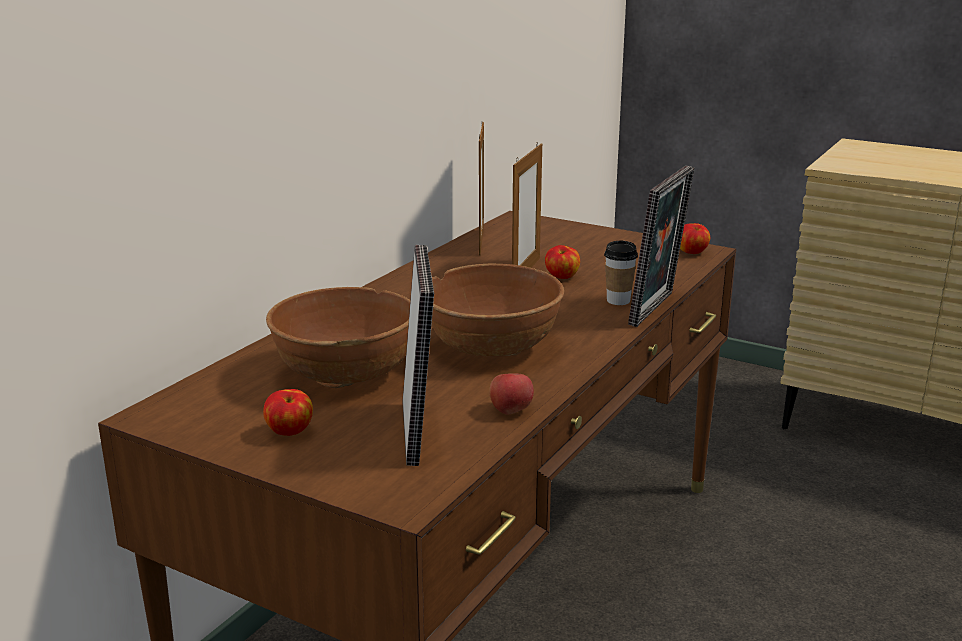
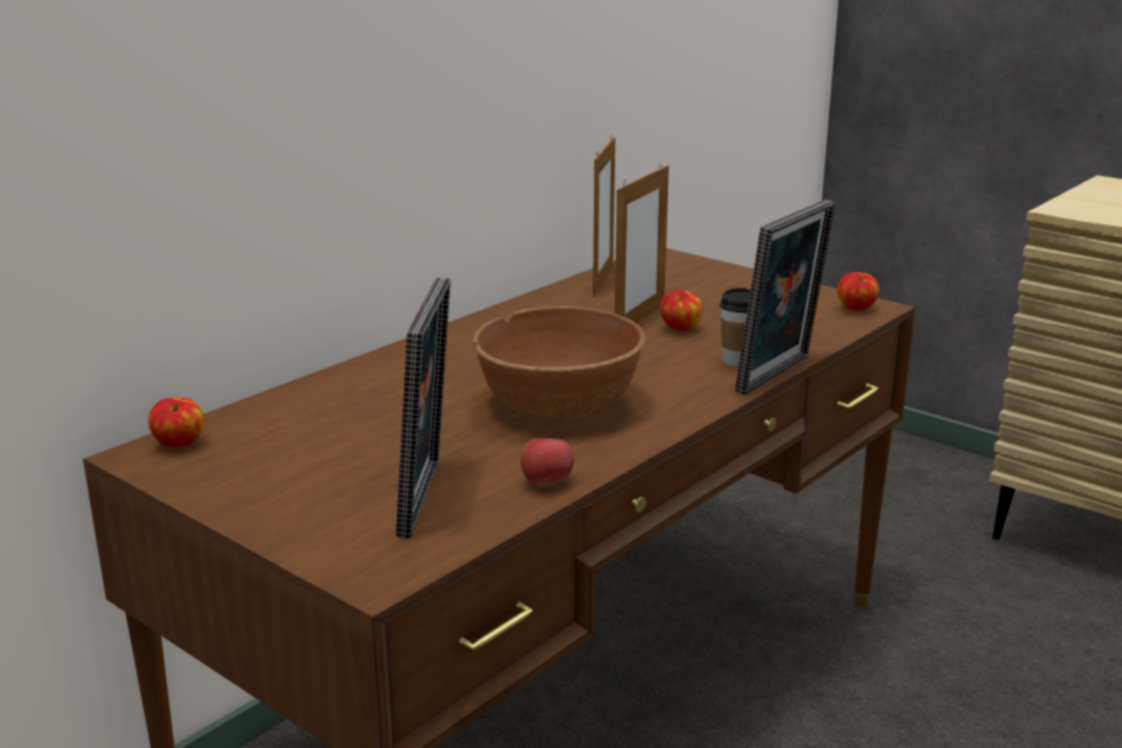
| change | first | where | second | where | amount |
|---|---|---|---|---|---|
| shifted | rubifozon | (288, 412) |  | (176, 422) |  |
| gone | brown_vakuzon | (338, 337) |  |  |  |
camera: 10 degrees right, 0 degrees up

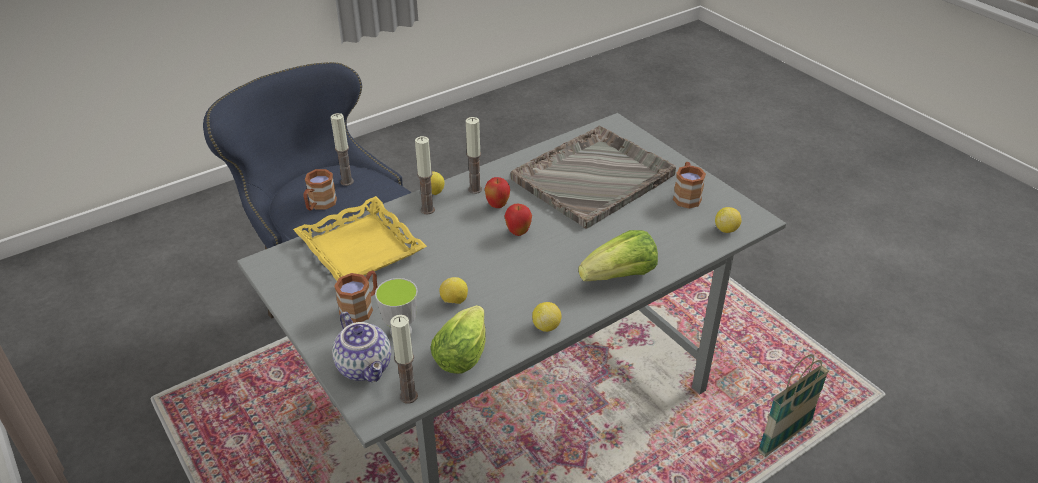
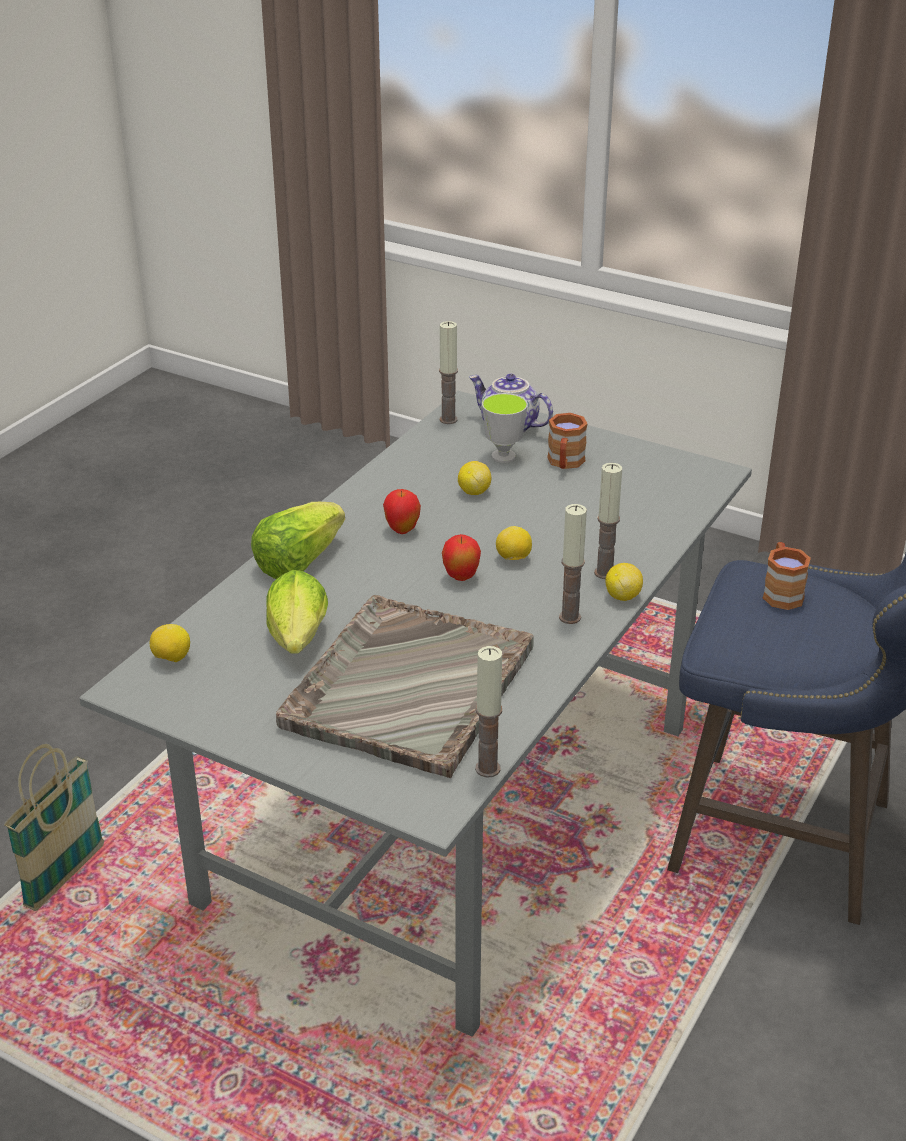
| change | first | where | second | where | amount |
|---|---|---|---|---|---|
| gone | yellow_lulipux | (360, 238) |  |  |  |
| shifted | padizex | (342, 149) |  | (488, 712) |  |
| shifted | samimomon | (458, 339) |  | (297, 612) |  |
| shifted | rubifozon | (497, 192) |  | (402, 511) |  |
| shifted | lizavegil | (547, 317) |  | (514, 543) |  |
| gone | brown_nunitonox | (689, 185) |  |  |  |
camera: 155 degrees right, 5 degrees down

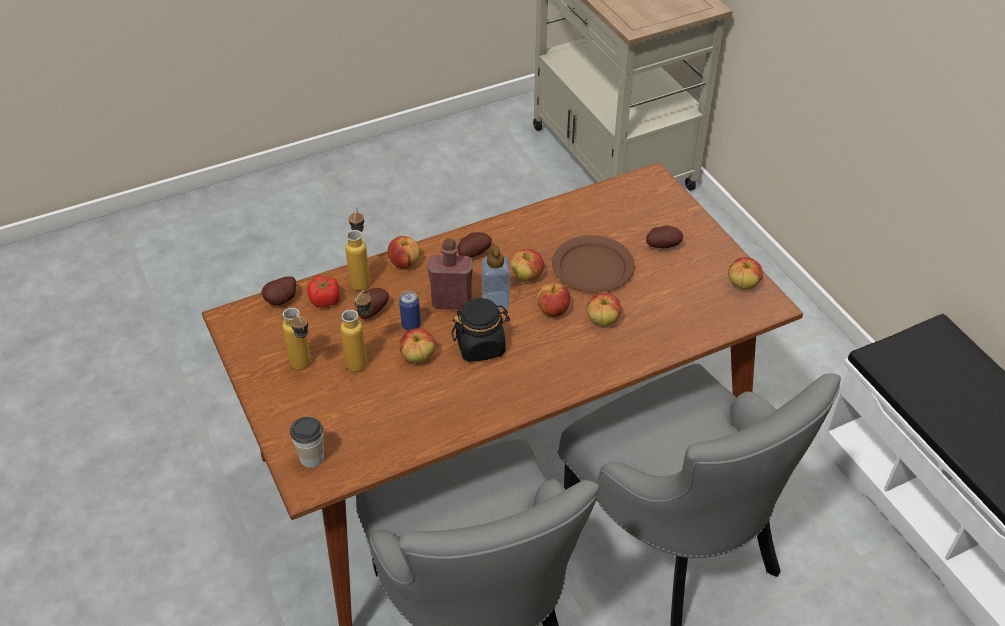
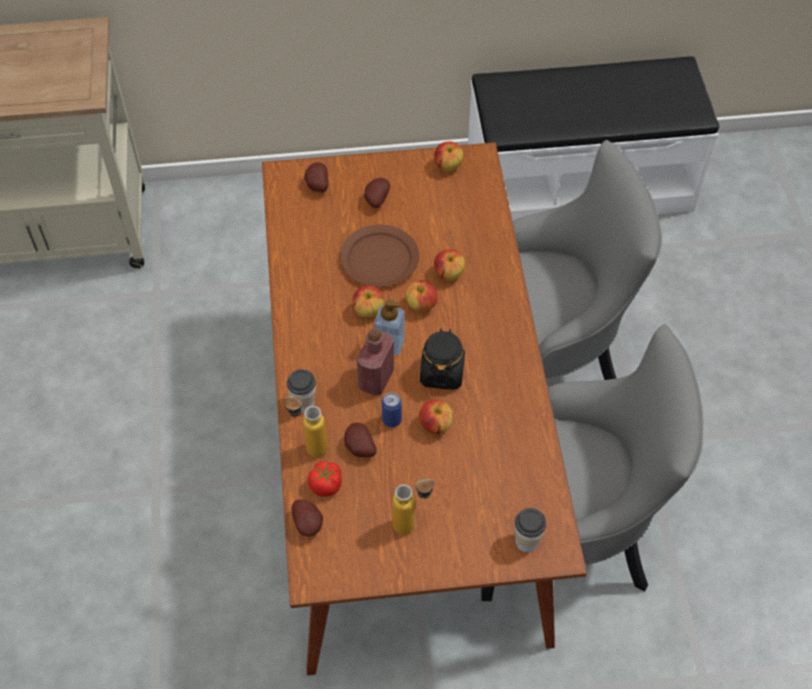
| change | first | where | second | where | amount |
|---|---|---|---|---|---|
| gone | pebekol | (355, 331) |  |  |  |
| swapped | rubifozon | (403, 252) | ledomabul | (301, 391) |  |
| shifted | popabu | (475, 245) |  | (316, 177) |  |
camera: 70 degrees left, 10 degrees up

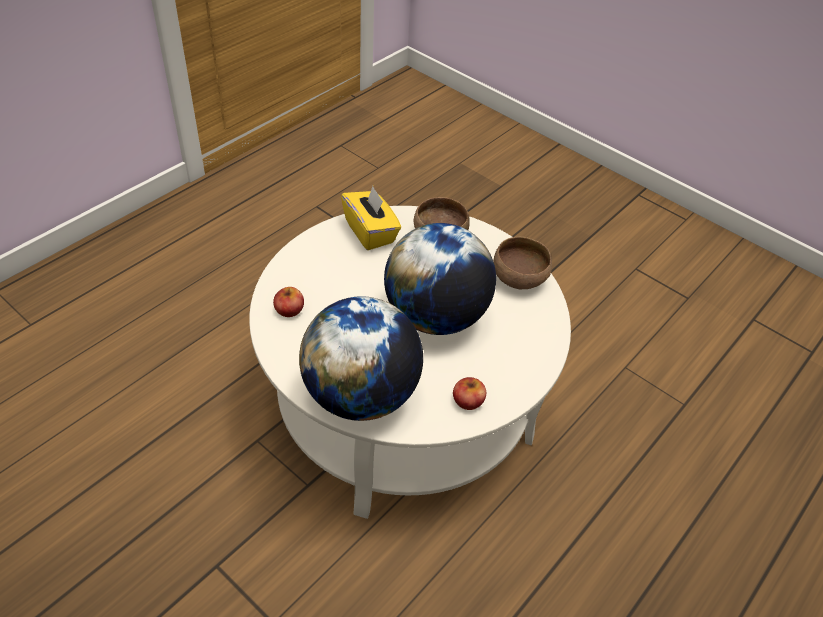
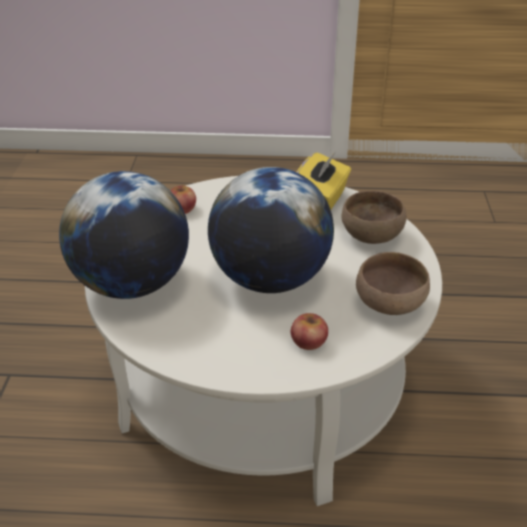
| change | first | where | second | where | amount |
|---|---|---|---|---|---|
| shifted | rubifozon | (469, 393) |  | (309, 331) |  |
camera: 55 degrees right, 10 degrees down

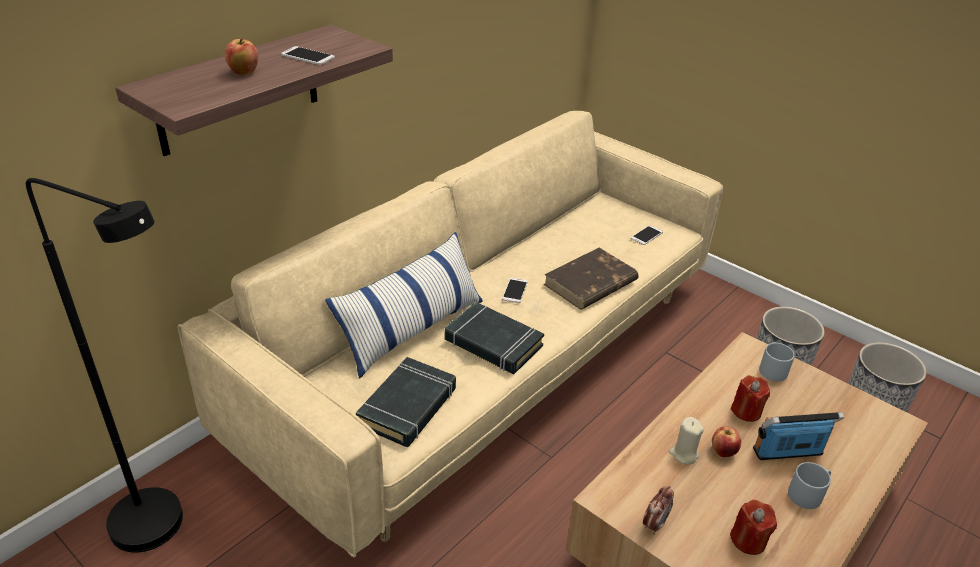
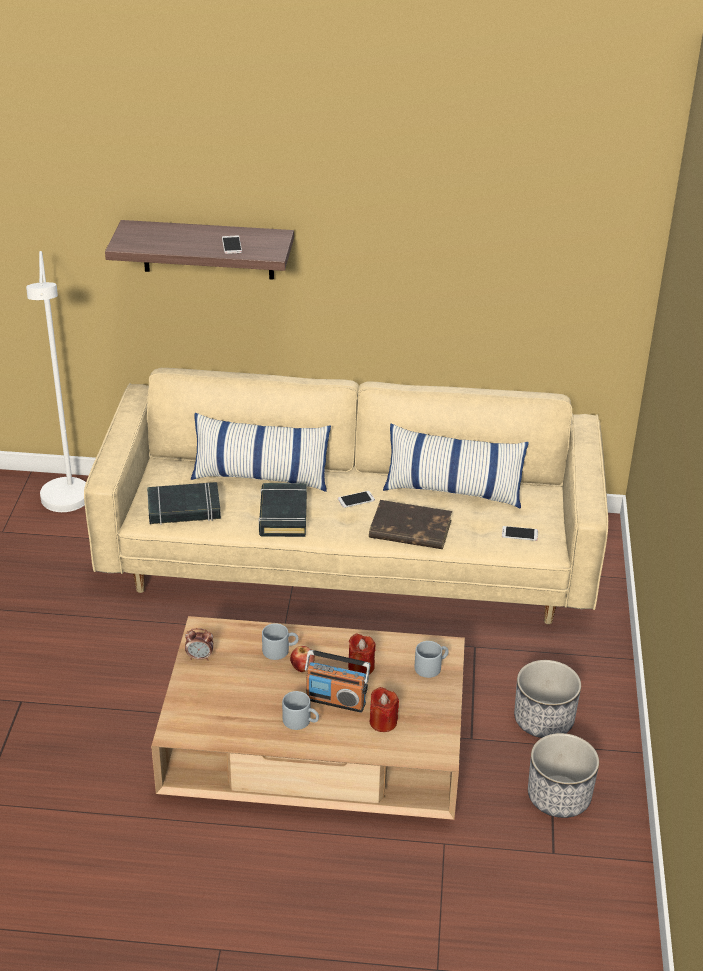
| change | first | where | second | where | amount |
|---|---|---|---|---|---|
| repainted | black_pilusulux | (104, 365) | white_pilusulux | (56, 381) |  |
| gone | rubifozon | (241, 56) |  |  |  |
| swapped | beige_padizex | (686, 440) | grey_nunitonox | (280, 641) |  |
| shifted | red_padizex | (753, 527) |  | (384, 709) |  |
| rotated | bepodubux | (798, 436) |  | (337, 681) | 150 degrees clockwise |
| new |  |  | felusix | (456, 466) |  |
camera: 55 degrees right, 0 degrees up

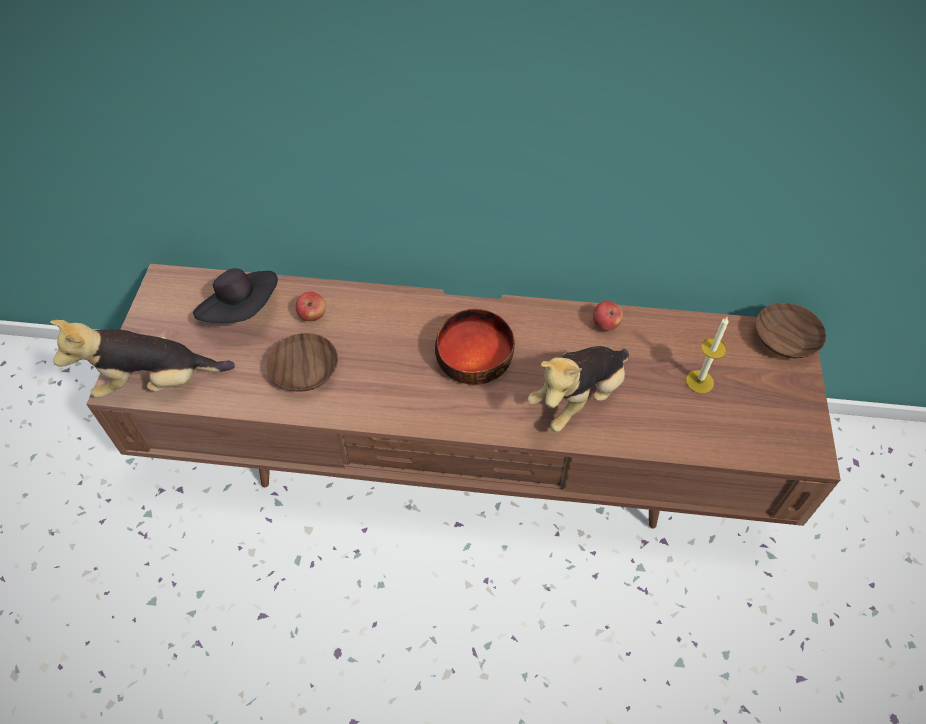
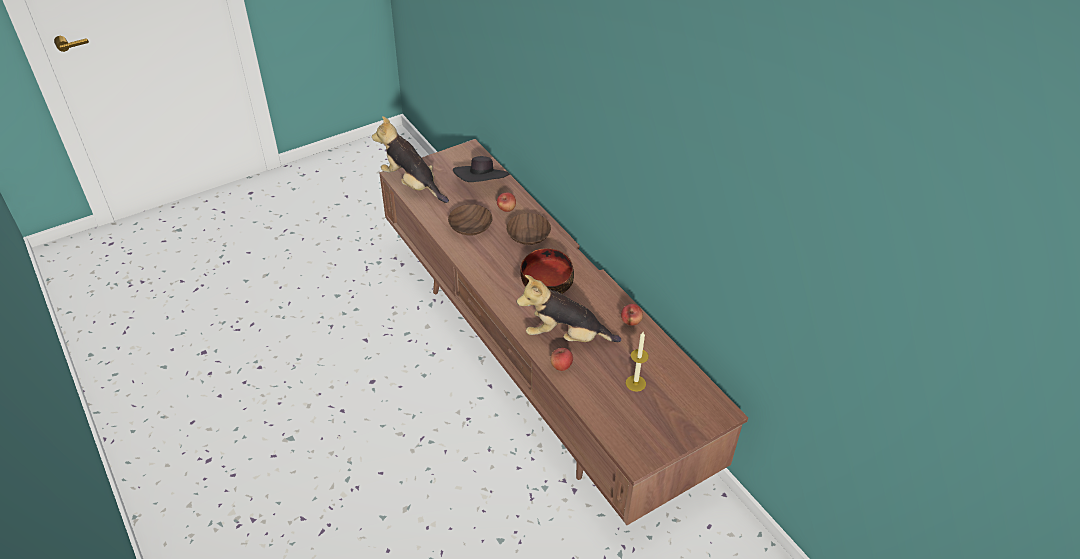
| change | first | where | second | where | amount |
|---|---|---|---|---|---|
| shifted | brown_vakuzon | (791, 331) |  | (528, 229) |  |
| new |  |  | rubifozon | (562, 359) |  |
camera: 50 degrees right, 10 degrees down

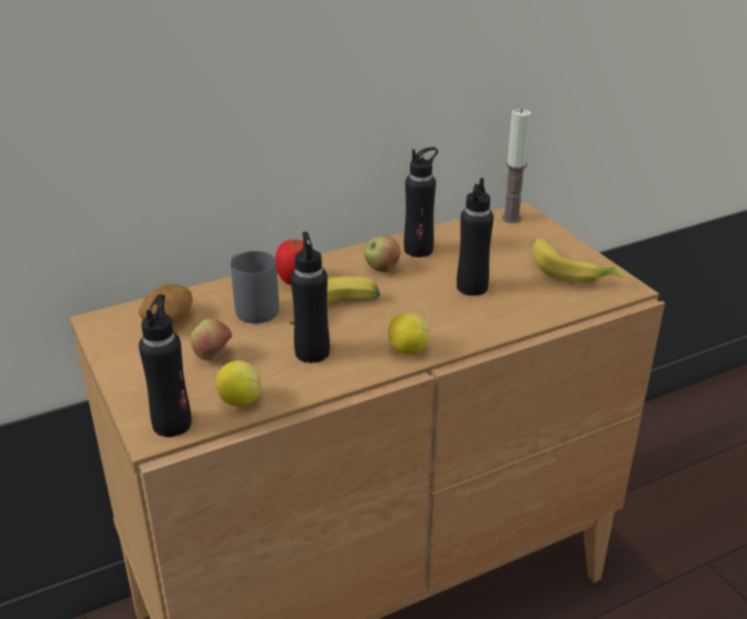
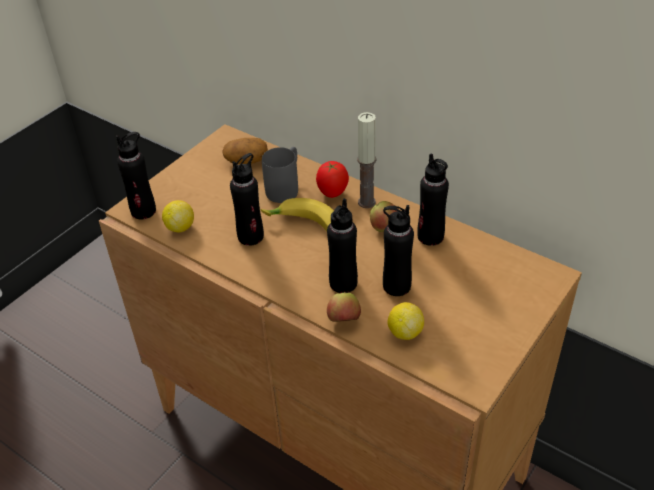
| change | first | where | second | where | amount |
|---|---|---|---|---|---|
| shifted | rubifozon | (211, 339) |  | (344, 307) |  |
| shifted | lizavegil | (408, 333) |  | (405, 321) |  |
| shifted | padizex | (516, 165) |  | (367, 160) |  |
| gone | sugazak | (578, 261) |  |  |  |
| new |  |  | black_pebekol | (342, 245) |  |
camera: 65 degrees right, 10 degrees up

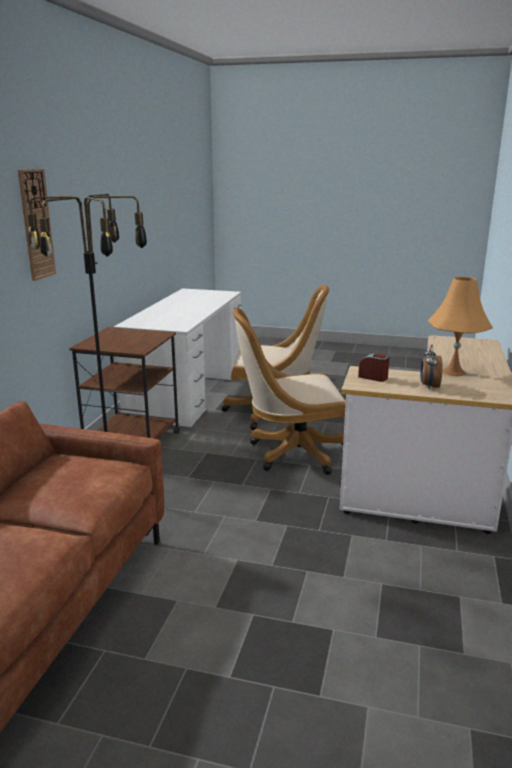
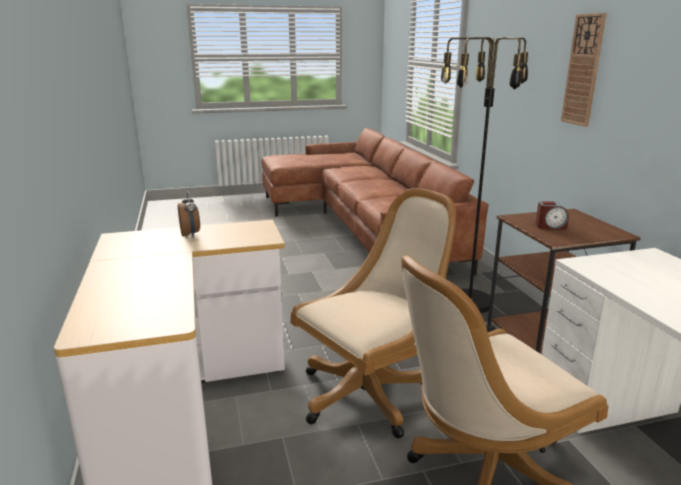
| change | first | where | second | where | amount |
|---|---|---|---|---|---|
| shifted | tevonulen | (374, 367) |  | (552, 215) |  |
| gone | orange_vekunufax | (460, 326) |  |  |  |
camera: 150 degrees right, 0 degrees up

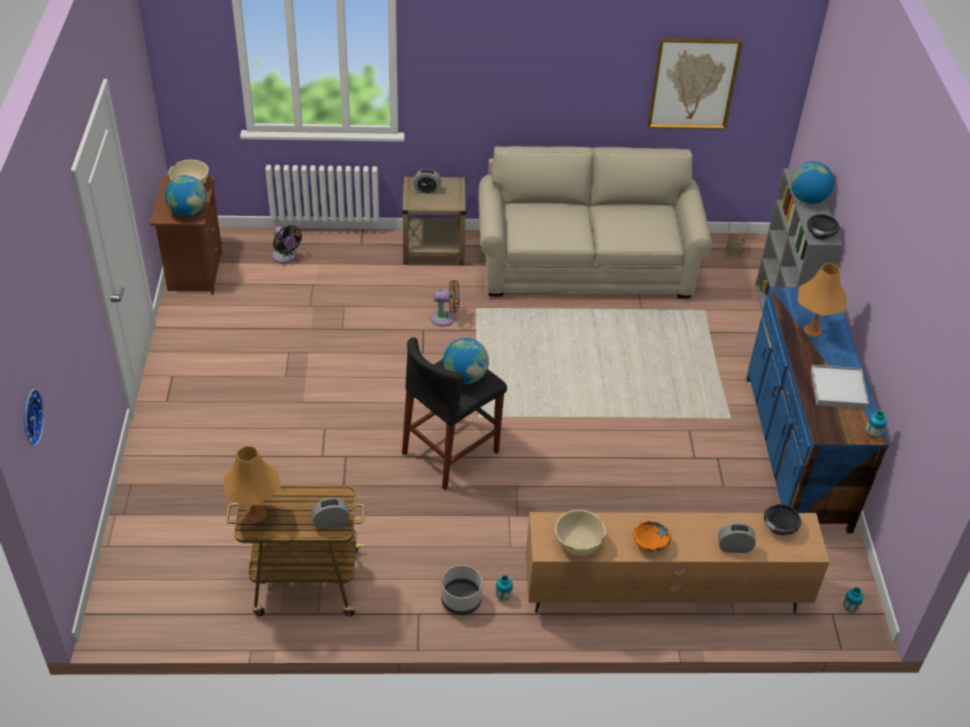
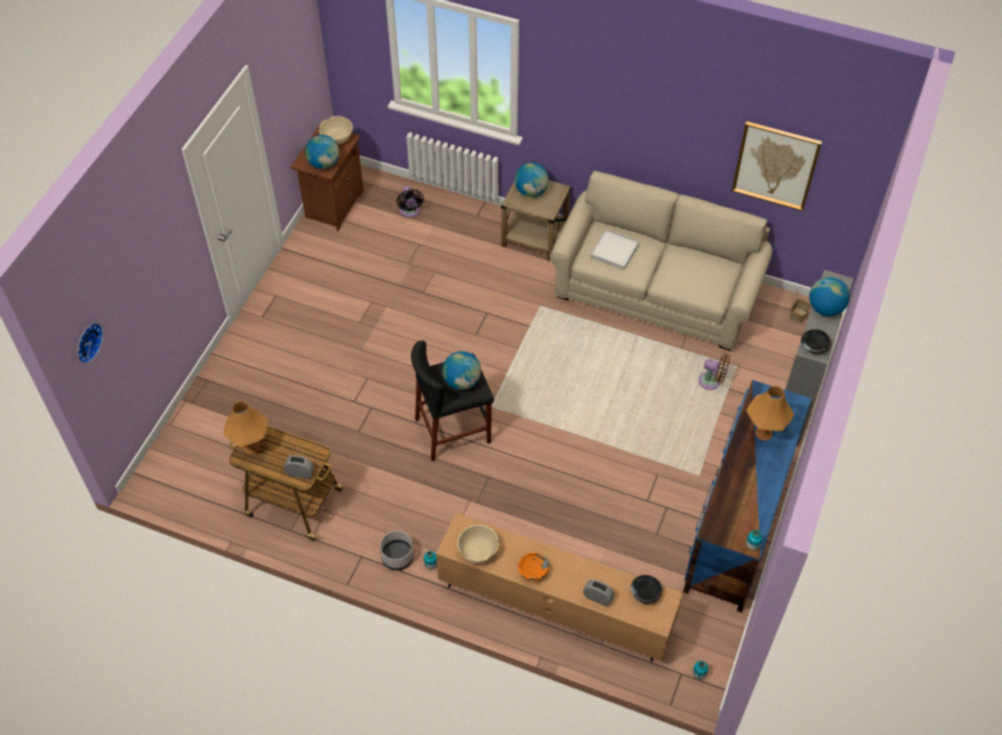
| change | first | where | second | where | amount |
|---|---|---|---|---|---|
| swapped | tevonulen | (427, 181) | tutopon | (532, 180) |  |
| shifted | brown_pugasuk | (445, 303) |  | (714, 372) |  |
| shifted | white_lulipux | (840, 387) |  | (614, 249) |  |
camera: 25 degrees right, 10 degrees up

